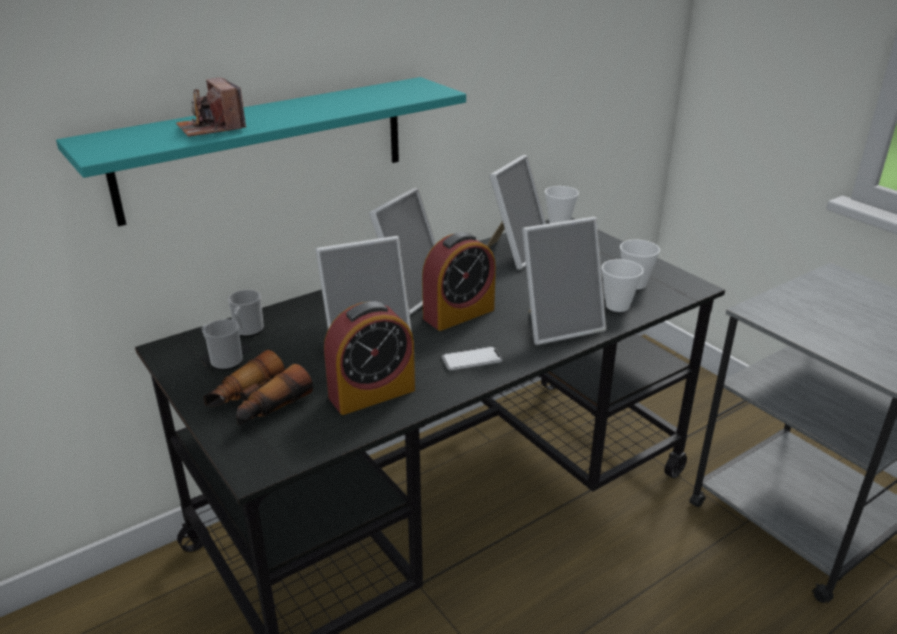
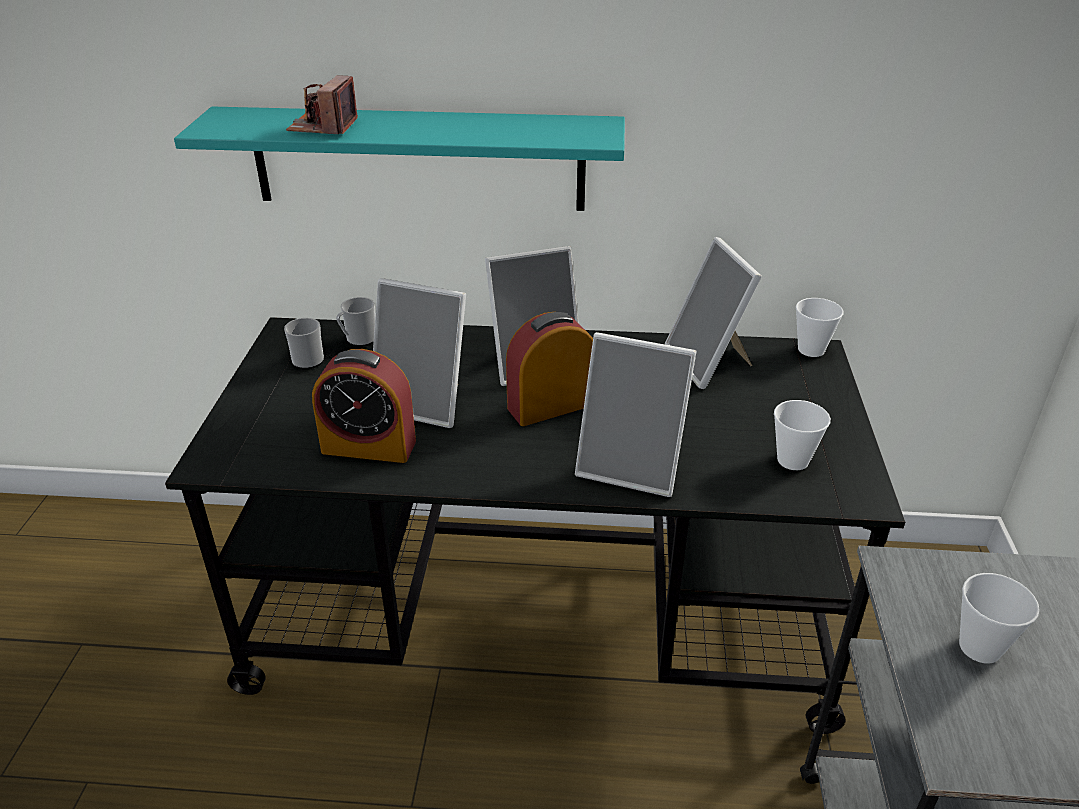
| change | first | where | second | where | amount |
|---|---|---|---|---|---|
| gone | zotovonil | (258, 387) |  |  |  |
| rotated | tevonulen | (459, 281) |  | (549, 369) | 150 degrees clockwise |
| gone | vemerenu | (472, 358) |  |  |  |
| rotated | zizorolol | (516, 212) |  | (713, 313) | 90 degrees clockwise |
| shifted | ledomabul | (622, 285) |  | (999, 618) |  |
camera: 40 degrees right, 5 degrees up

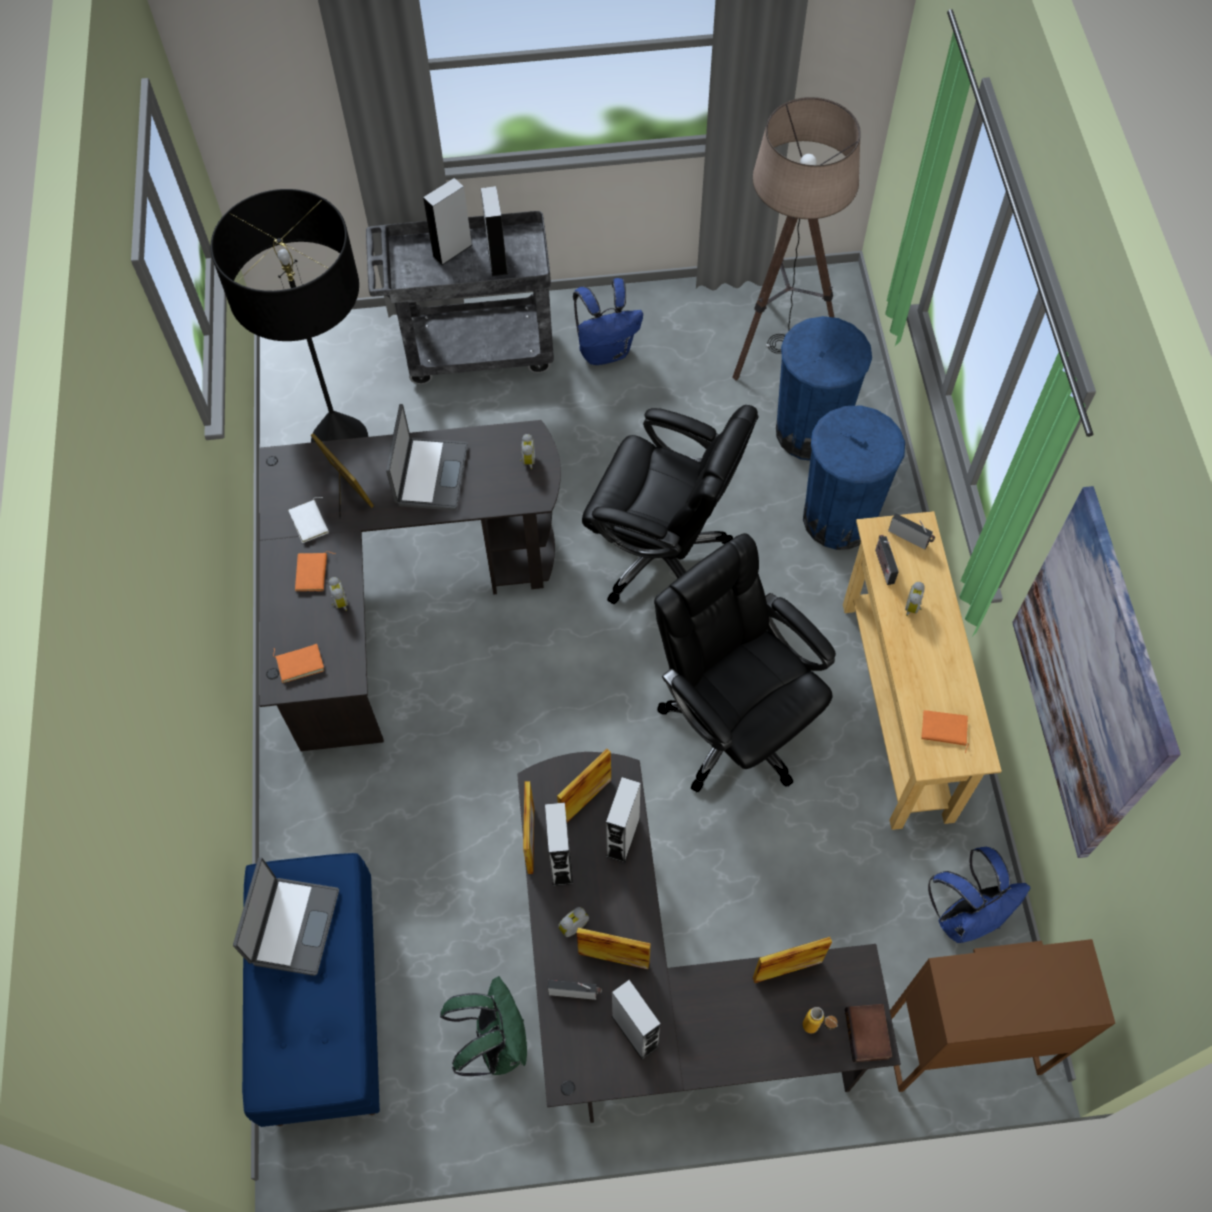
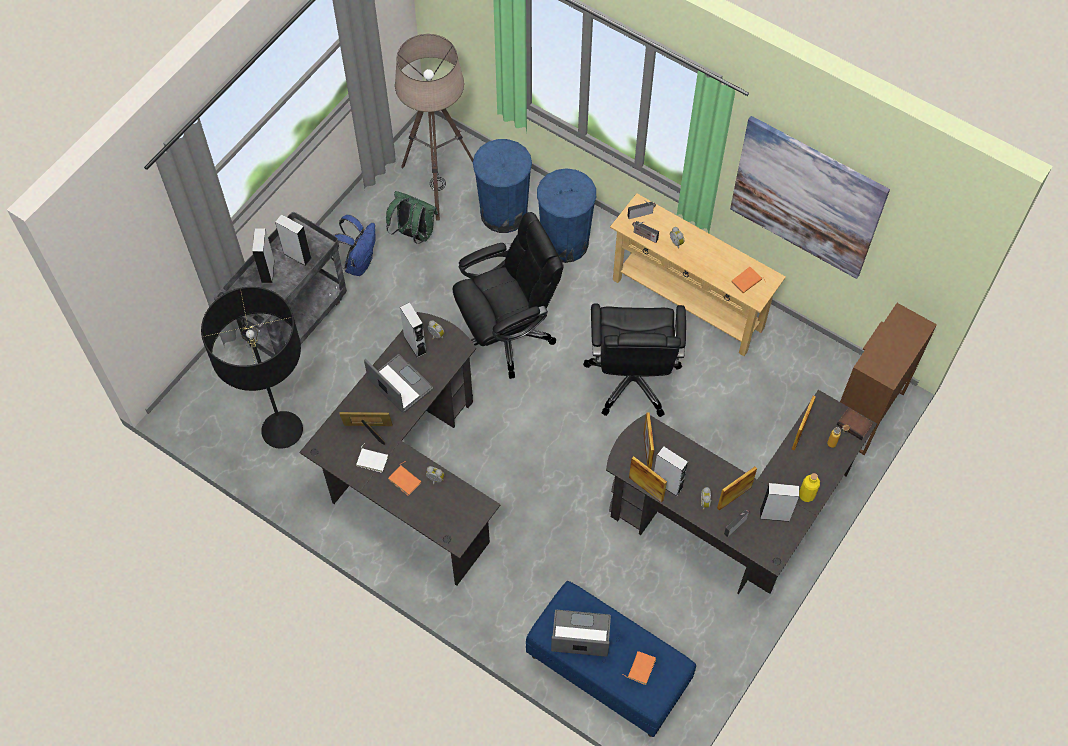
| change | first | where | second | where | amount |
|---|---|---|---|---|---|
| rotated | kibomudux | (286, 916) |  | (581, 633) | 45 degrees counterclockwise |
| shifted | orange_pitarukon | (298, 663) |  | (639, 668) |  |
| shifted | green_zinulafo | (483, 1026) |  | (412, 217) |  |
| shifted | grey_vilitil | (623, 820) |  | (413, 330) |  |
| rotated | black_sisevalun | (745, 662) |  | (634, 360) | 90 degrees counterclockwise |
| gone | blue_zinulafo | (979, 895) |  |  |  |
| new |  |  | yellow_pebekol | (809, 487) |  |
camera: 50 degrees left, 0 degrees up

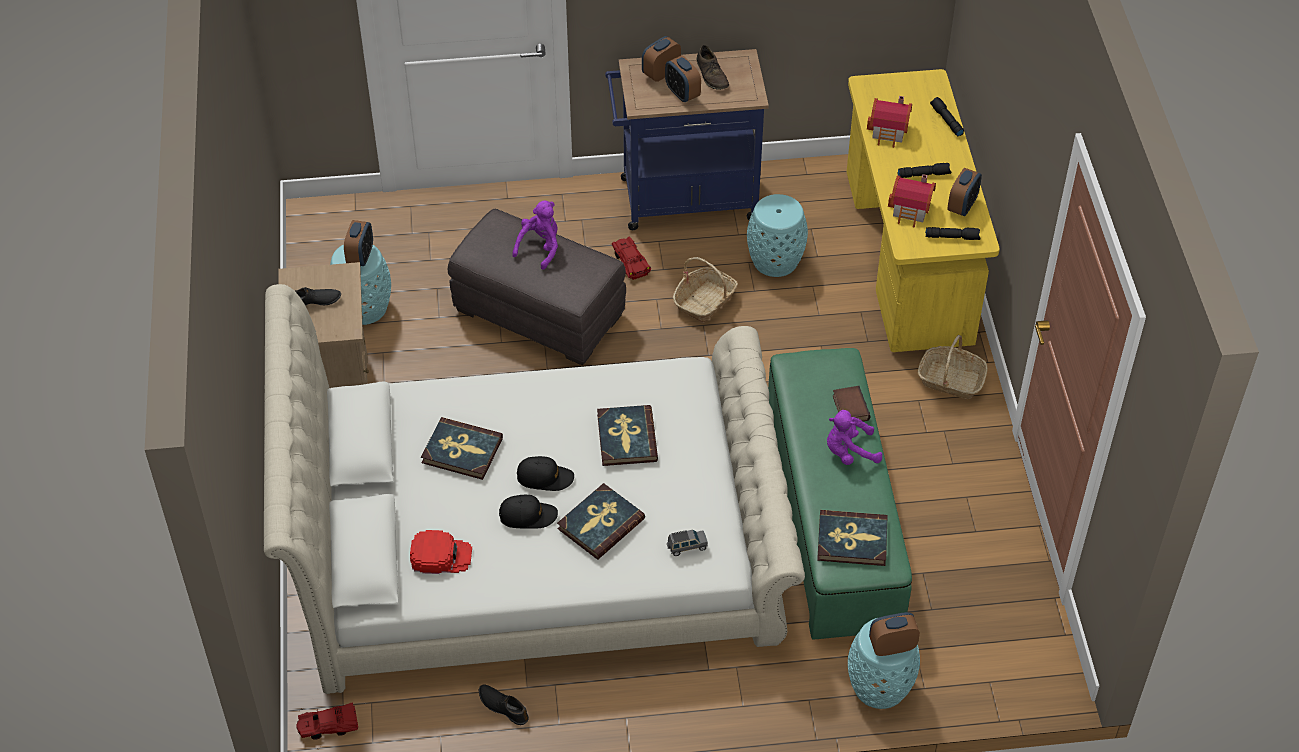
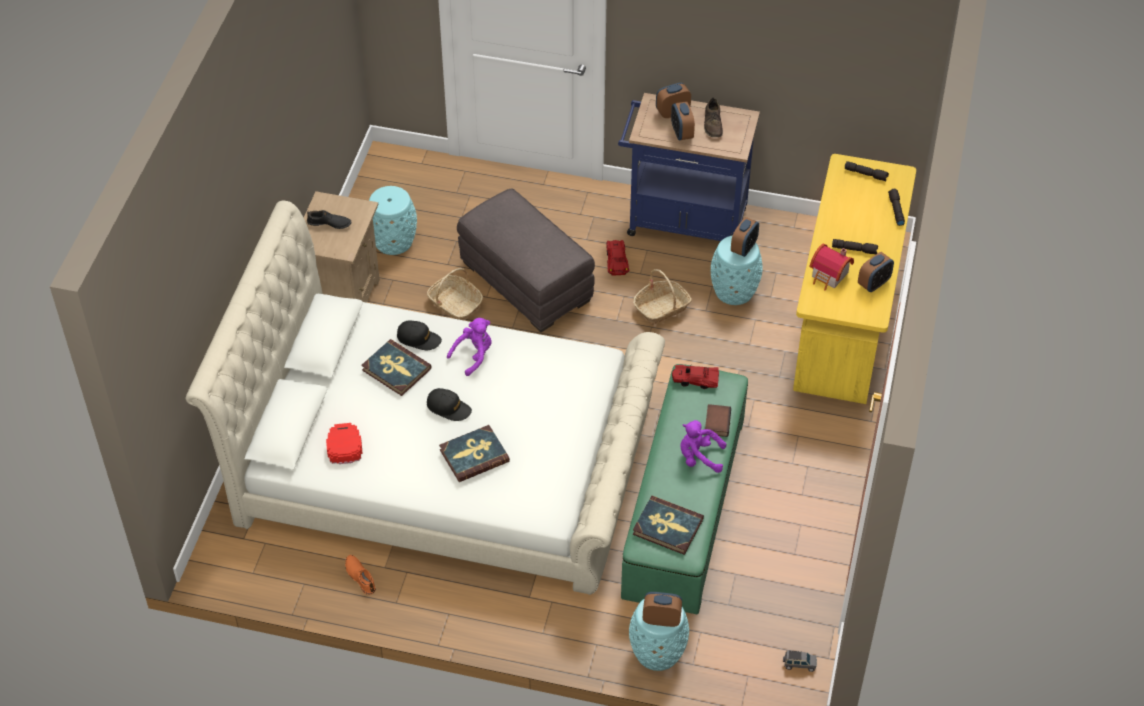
| change | first | where | second | where | amount |
|---|---|---|---|---|---|
| shifted | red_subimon | (327, 721) |  | (695, 377) |  |
| shifted | tevonulen | (358, 243) |  | (745, 237) |  |
| rotated | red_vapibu | (441, 552) |  | (344, 443) | 120 degrees counterclockwise |
| repainted | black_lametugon | (504, 704) | orange_lametugon | (360, 575) |  |
| shifted | black_vapibu | (528, 512) |  | (419, 335) |  |
| shifted | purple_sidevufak | (535, 235) |  | (469, 347) |  |
| gone | pitarukon | (627, 435) |  |  |  |
| shifted | grey_subimon | (687, 543) |  | (800, 661) |  |
| gone | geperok | (889, 122) |  |  |  |
| shifted | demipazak | (953, 367) |  | (455, 294) |  |
| shifted | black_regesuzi | (952, 233) |  | (866, 171) |  |
camera: 20 degrees right, 0 degrees up

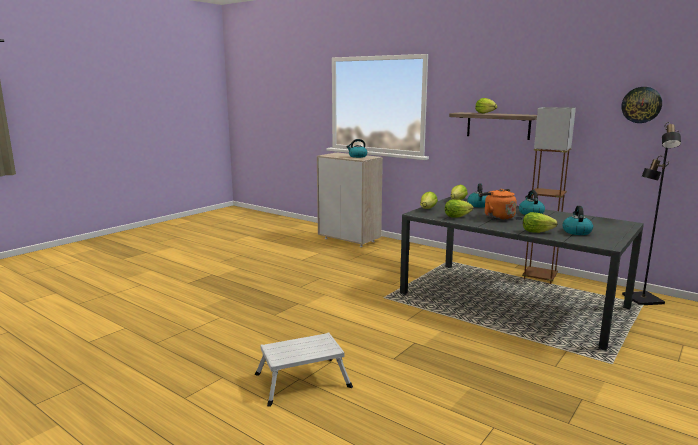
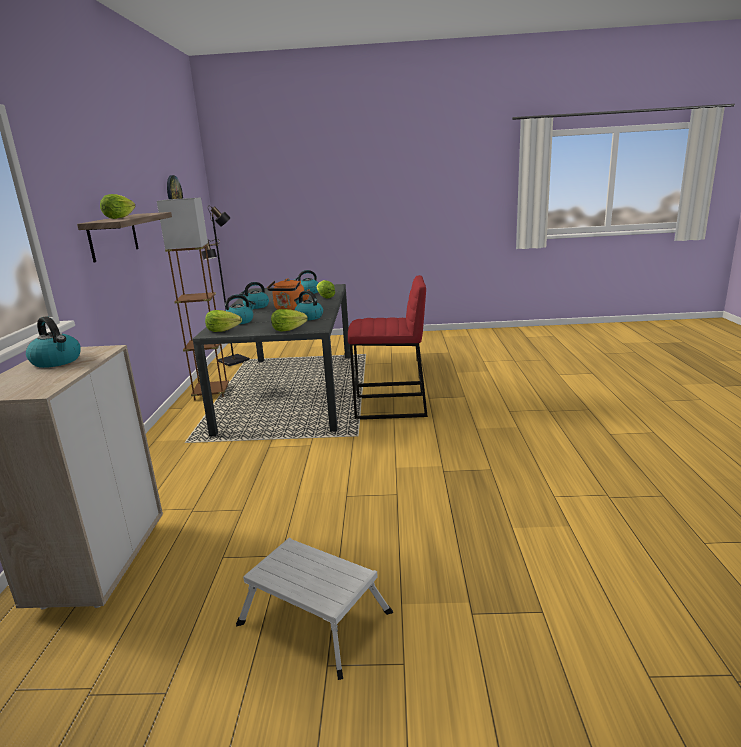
| change | first | where | second | where | amount |
|---|---|---|---|---|---|
| shifted | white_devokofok | (303, 369) |  | (314, 609) |  |
| swapped | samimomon | (459, 208) | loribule | (308, 305) |  |
| new |  |  | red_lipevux | (388, 347) |  |
camera: 125 degrees left, 5 degrees up

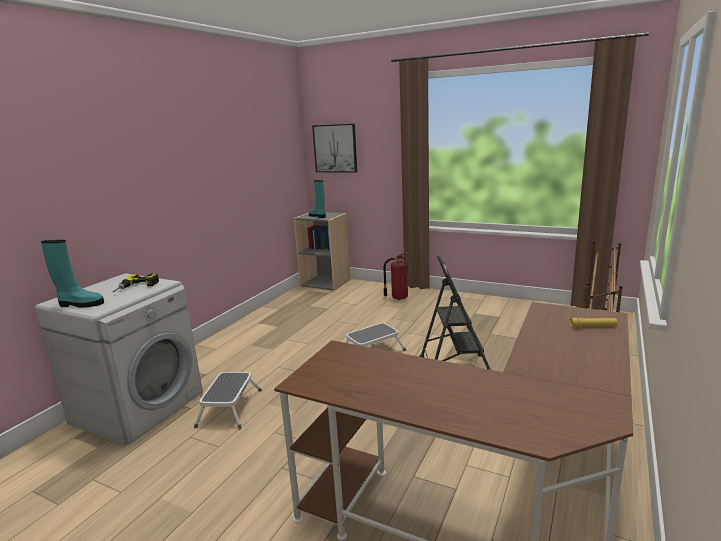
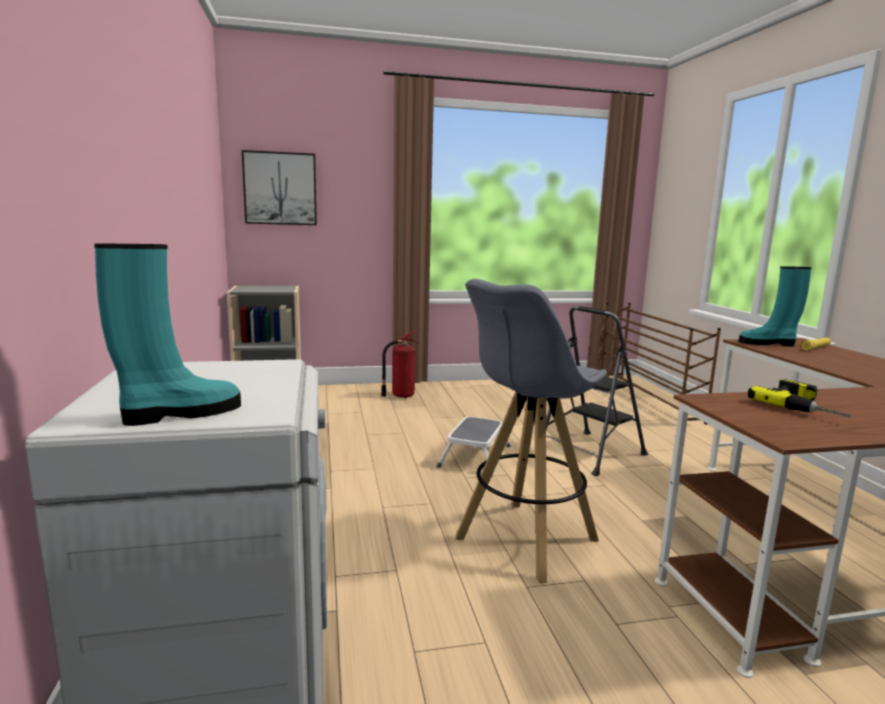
| change | first | where | second | where | amount |
|---|---|---|---|---|---|
| shifted | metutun | (136, 283) |  | (799, 398) |  |
| gone | grey_devokofok | (228, 401) |  |  |  |
| shifted | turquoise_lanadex | (317, 199) |  | (775, 306) |  |
| new |  |  | grey_lipevux | (531, 431) |  |
camera: 40 degrees left, 5 degrees down

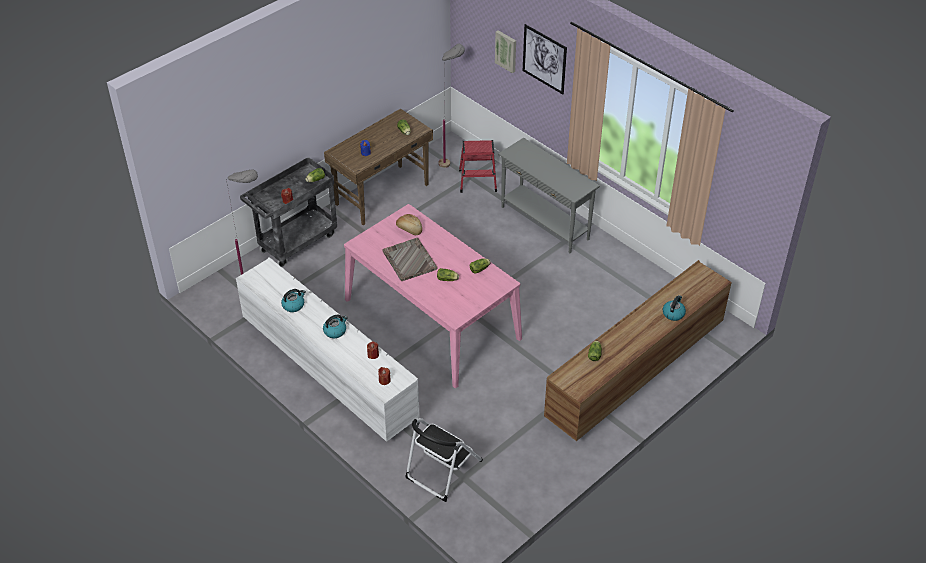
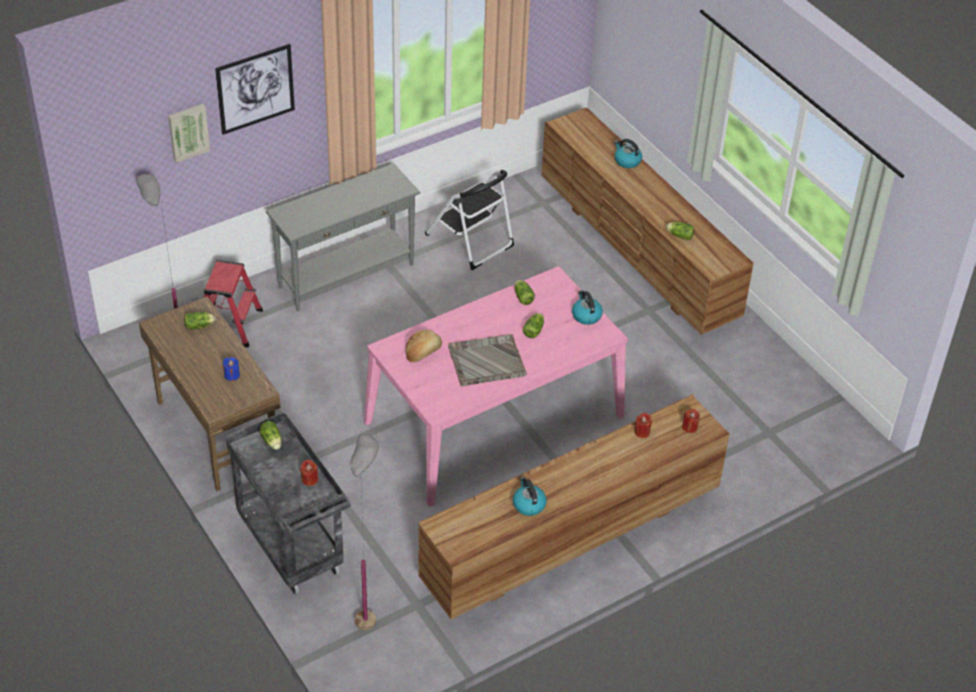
| change | first | where | second | where | amount |
|---|---|---|---|---|---|
| repainted | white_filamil | (328, 349) | brown_filamil | (574, 506) |  |
| shifted | loribule | (335, 326) |  | (587, 307) |  |
| shifted | devokofok | (444, 460) |  | (469, 220) |  |
camera: 80 degrees left, 0 degrees up

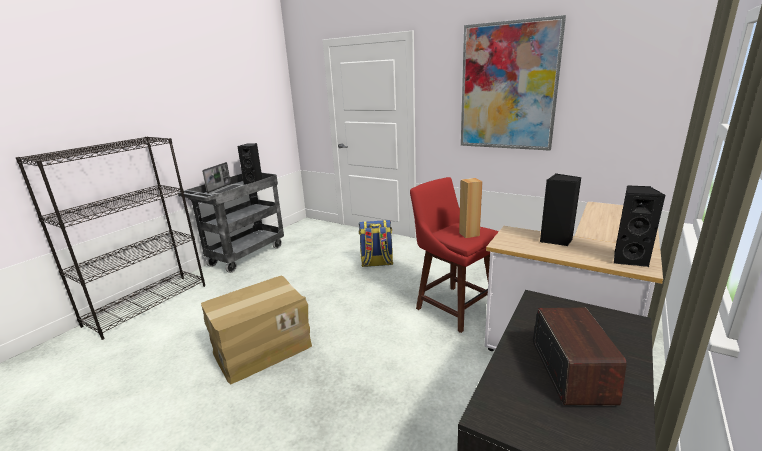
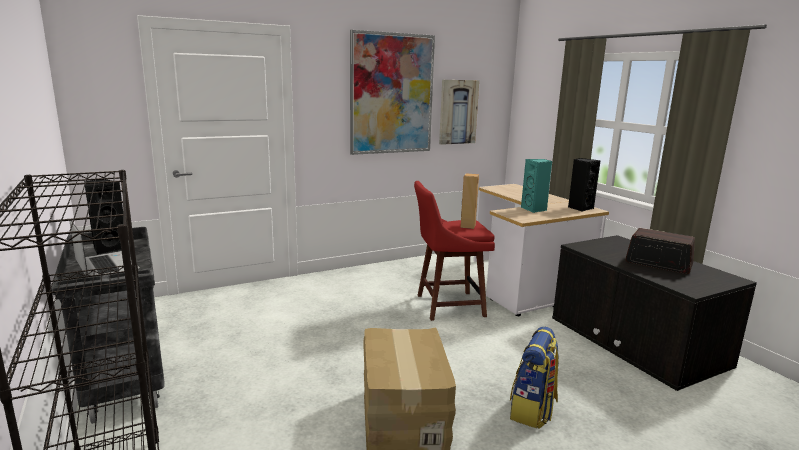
| change | first | where | second | where | amount |
|---|---|---|---|---|---|
| shifted | zinulafo | (376, 243) |  | (534, 377) |  |
| repainted | black_vilitil | (560, 209) | turquoise_vilitil | (536, 186) |  |
| new |  |  | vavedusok | (459, 112) |  |
camera: 60 degrees left, 5 degrees down

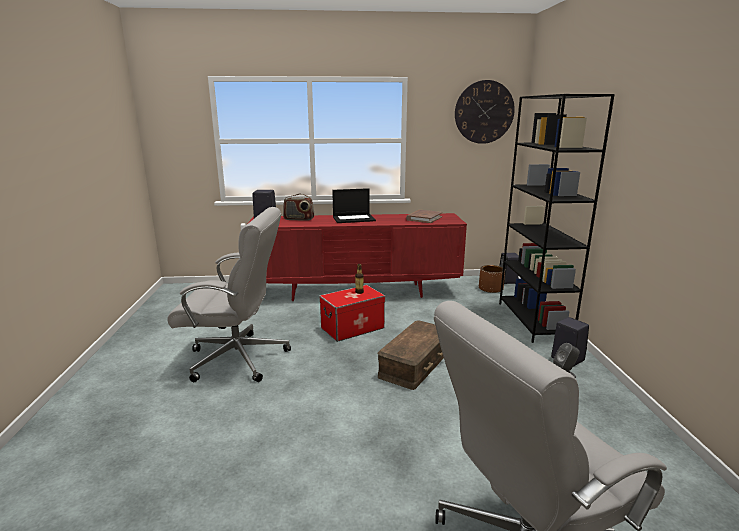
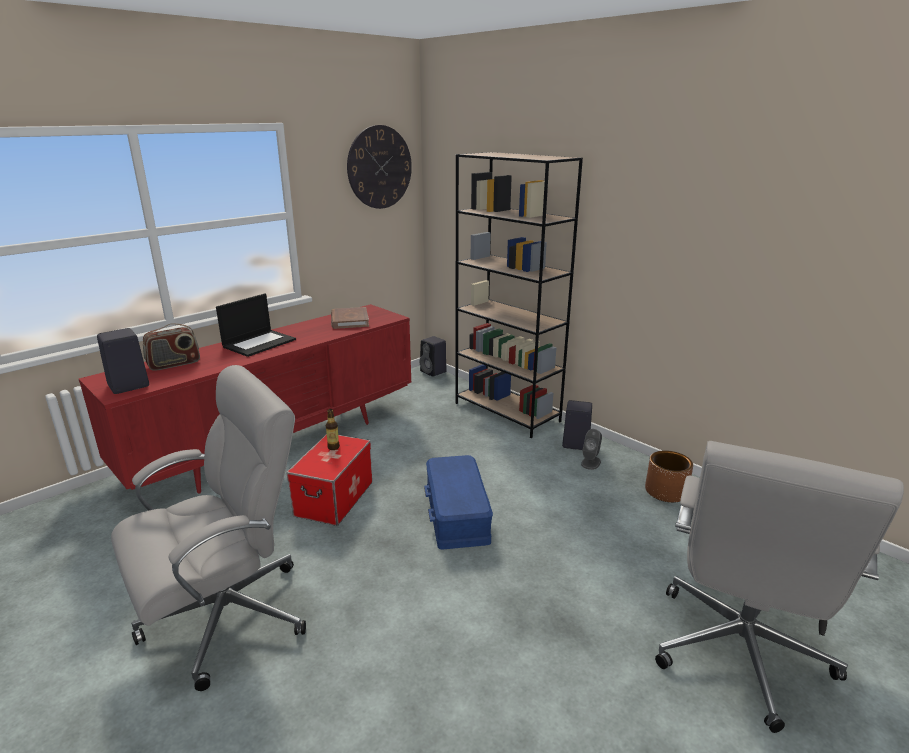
| change | first | where | second | where | amount |
|---|---|---|---|---|---|
| repainted | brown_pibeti | (411, 355) | blue_pibeti | (458, 502) |  |
| shifted | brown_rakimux | (492, 279) |  | (669, 476) |  |
| repainted | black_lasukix | (557, 218) | beige_lasukix | (519, 295) |  |
camera: 40 degrees left, 5 degrees up

